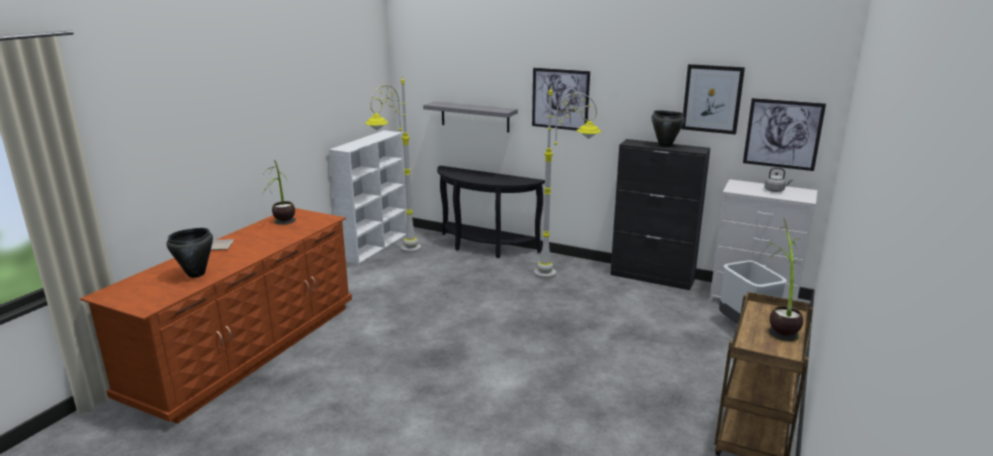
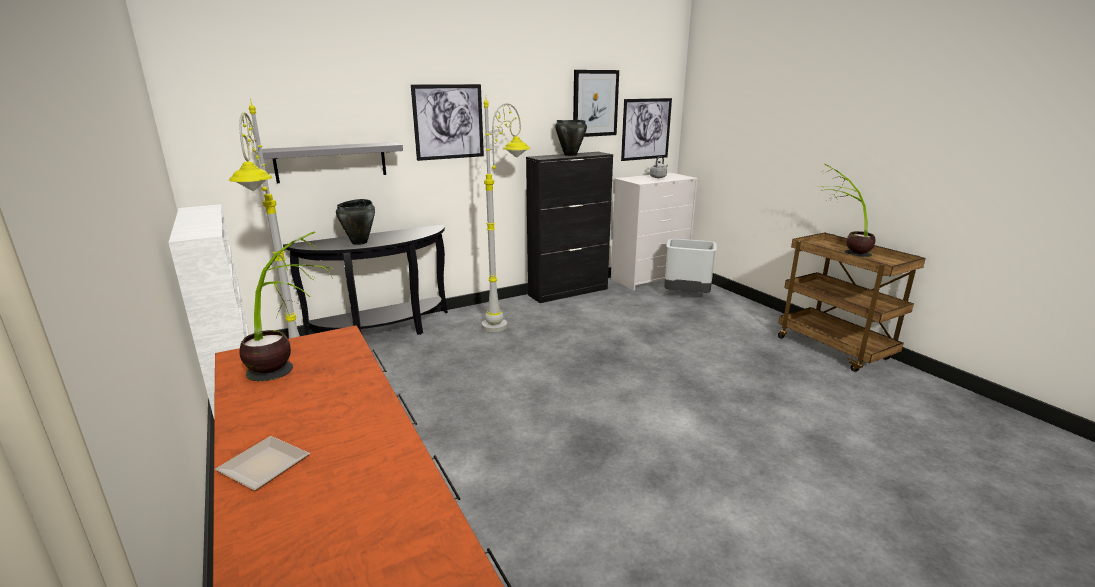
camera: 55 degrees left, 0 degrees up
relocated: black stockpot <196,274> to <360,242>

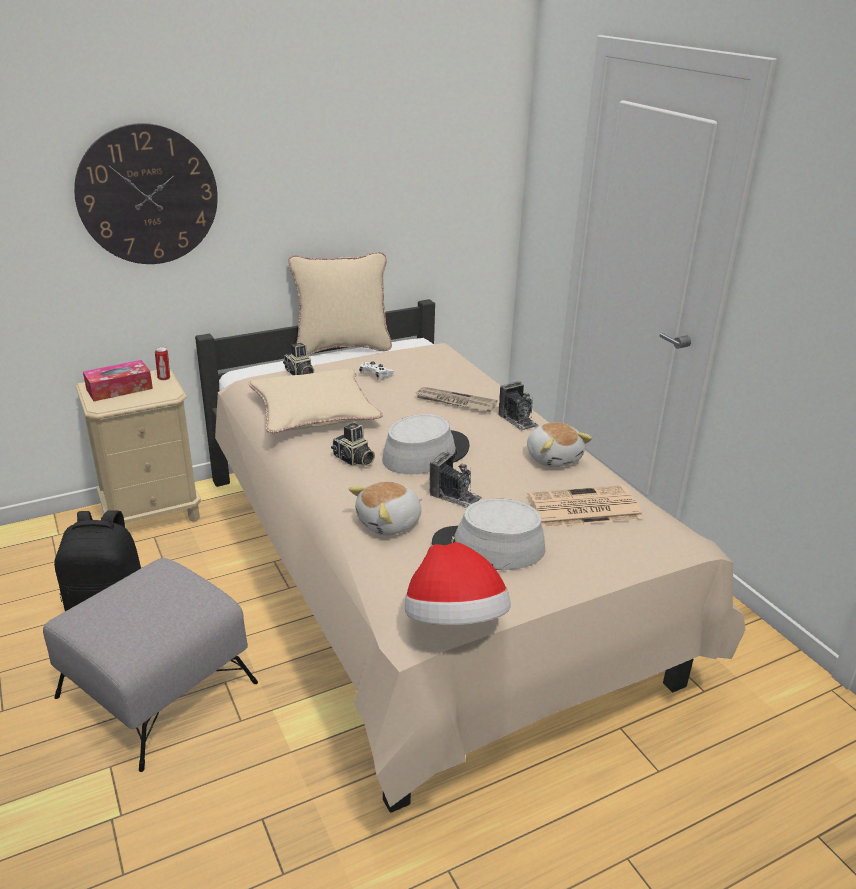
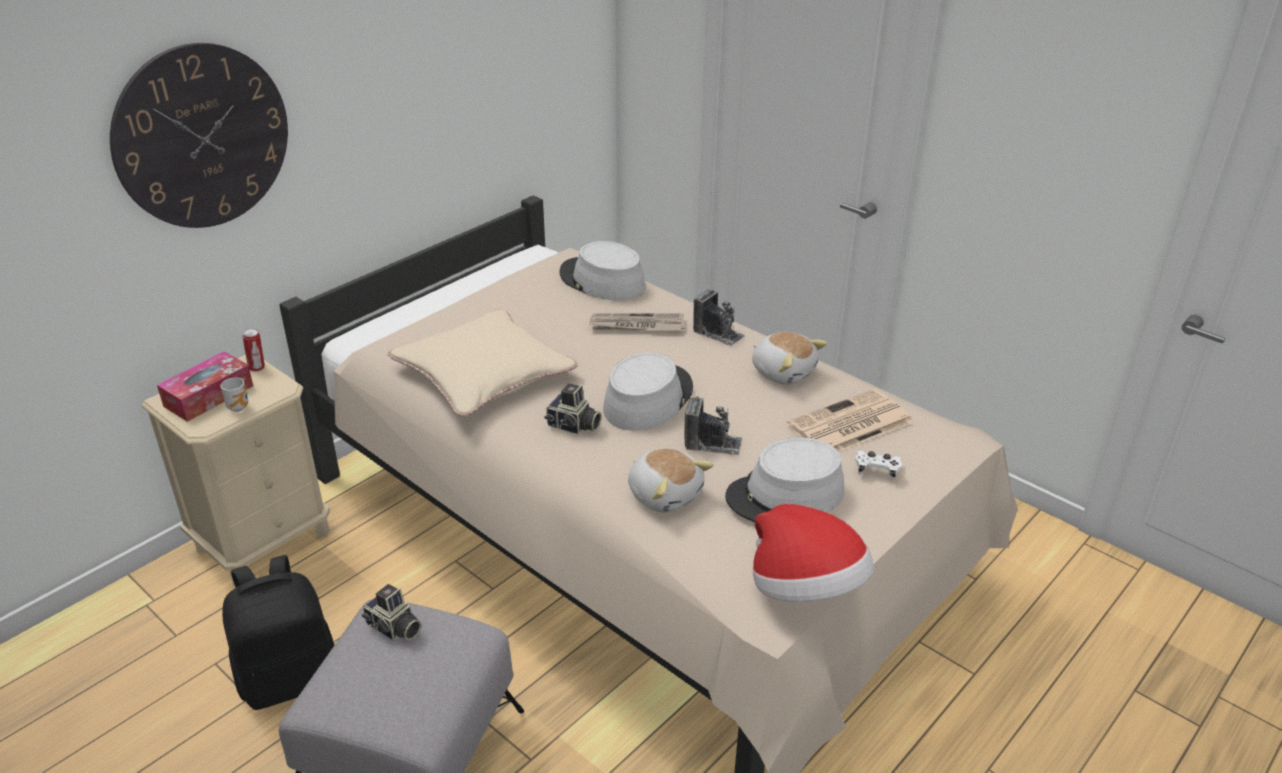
camera: 20 degrees left, 5 degrees up
missing: sand-coloured throw pillow <342,347>
appeared: mug <240,407>; gray hat <602,281>
relocated: still camera <299,374> to <394,628>; white game controller <376,375> to <876,471>
spun: cuddly toy <390,523> = <665,494> 75 degrees counterclockwise

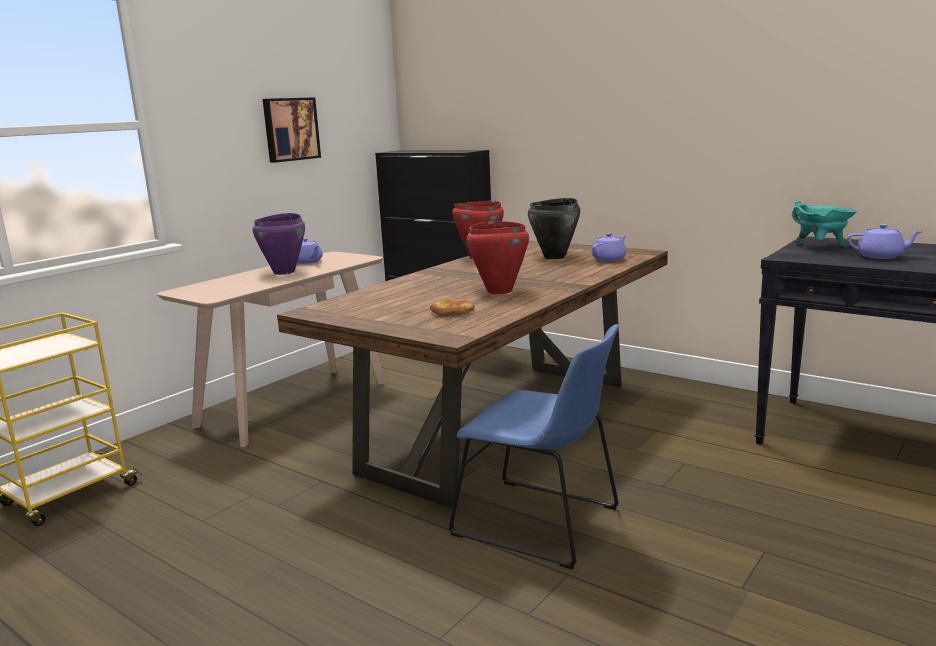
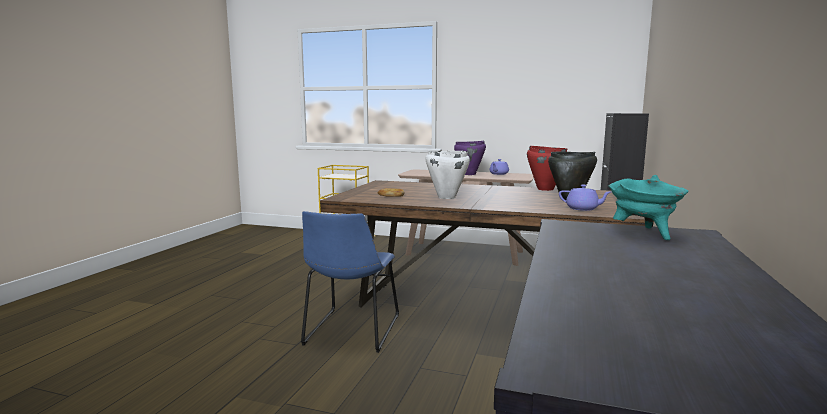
camera: 70 degrees right, 5 degrees down
missing: wall art <290,129>; purplish pot for tea <881,256>
colour: red-coloured stockpot <499,291> to white stockpot <446,197>

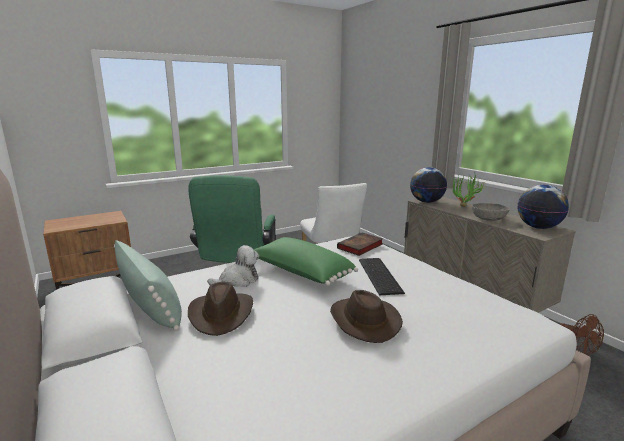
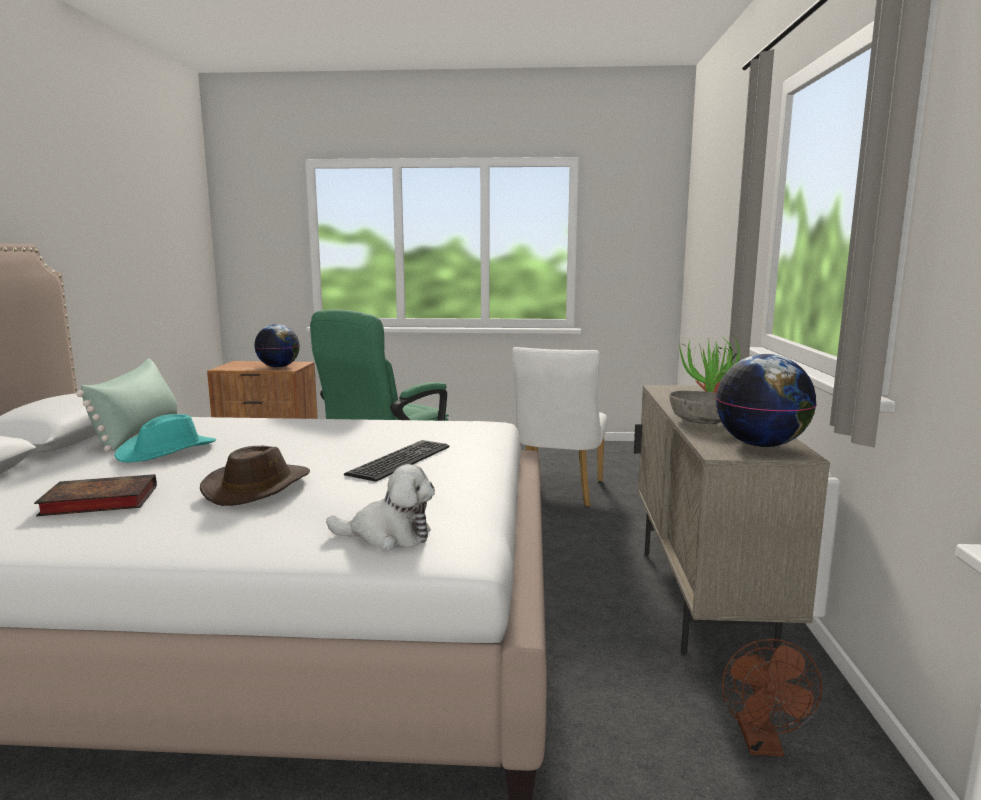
camera: 35 degrees right, 5 degrees down
missing: greenish throw pillow <300,273>
relocated: cuddly toy <238,280> to <388,536>; book <360,247> to <96,502>; world globe <426,202> to <278,367>
colour: brownish hat <221,314> to turquoise-coloured hat <167,451>

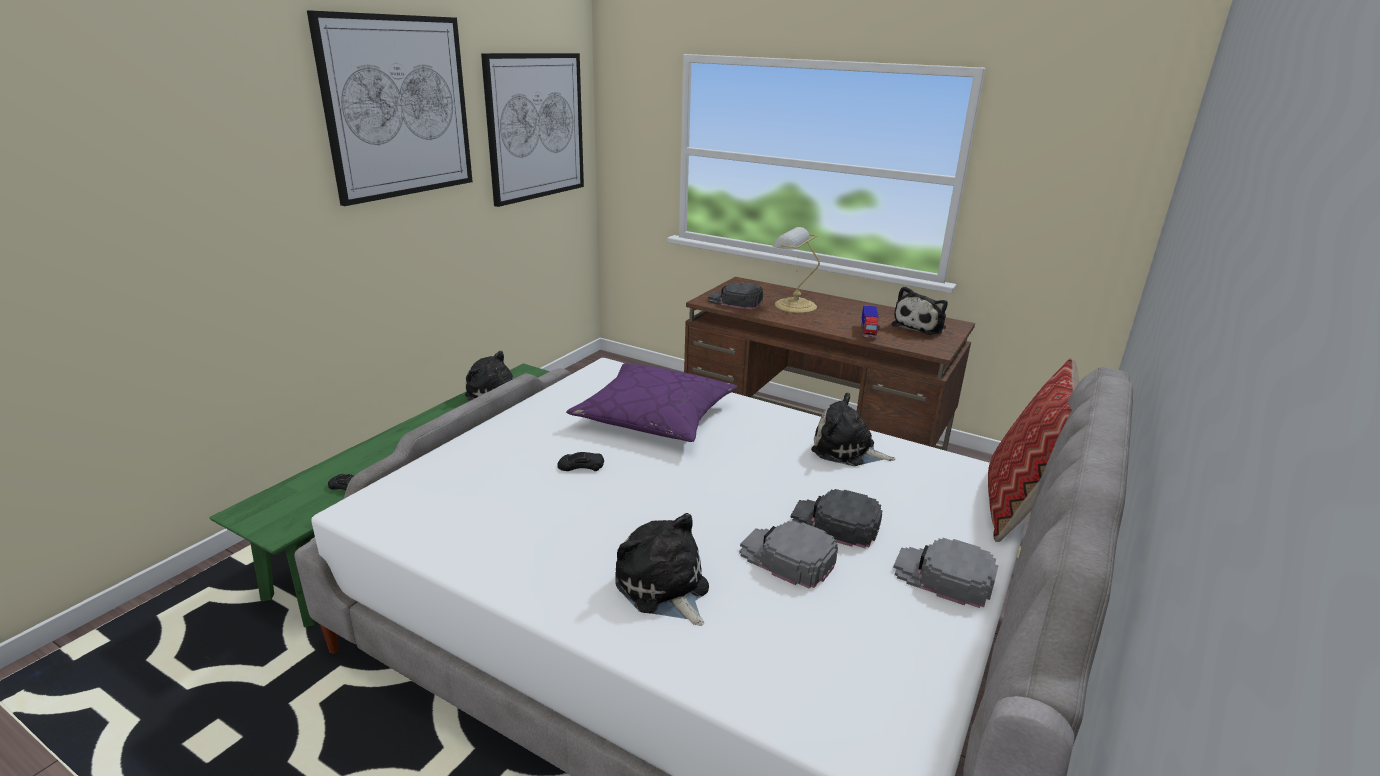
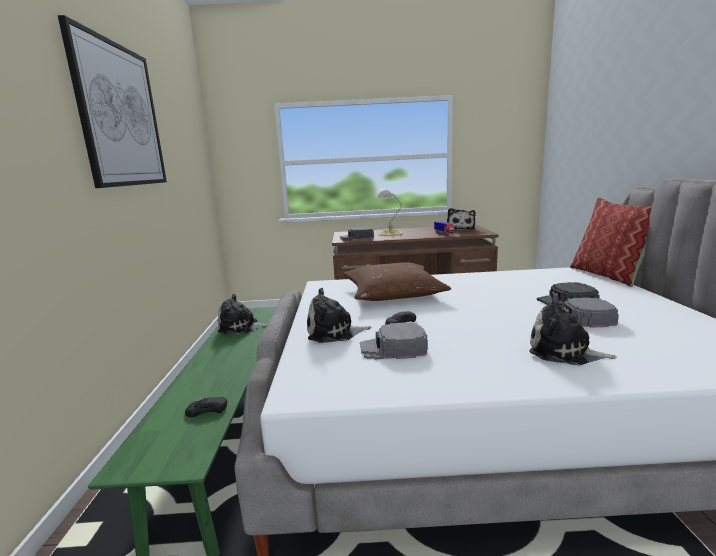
camera: 30 degrees left, 10 degrees down
missing: wall art <536,127>
relocated: cuddly toy <847,450> to <334,332>; gray cap <943,576> to <393,348>
colour: purplish throw pillow <654,416> to brownish throw pillow <393,293>

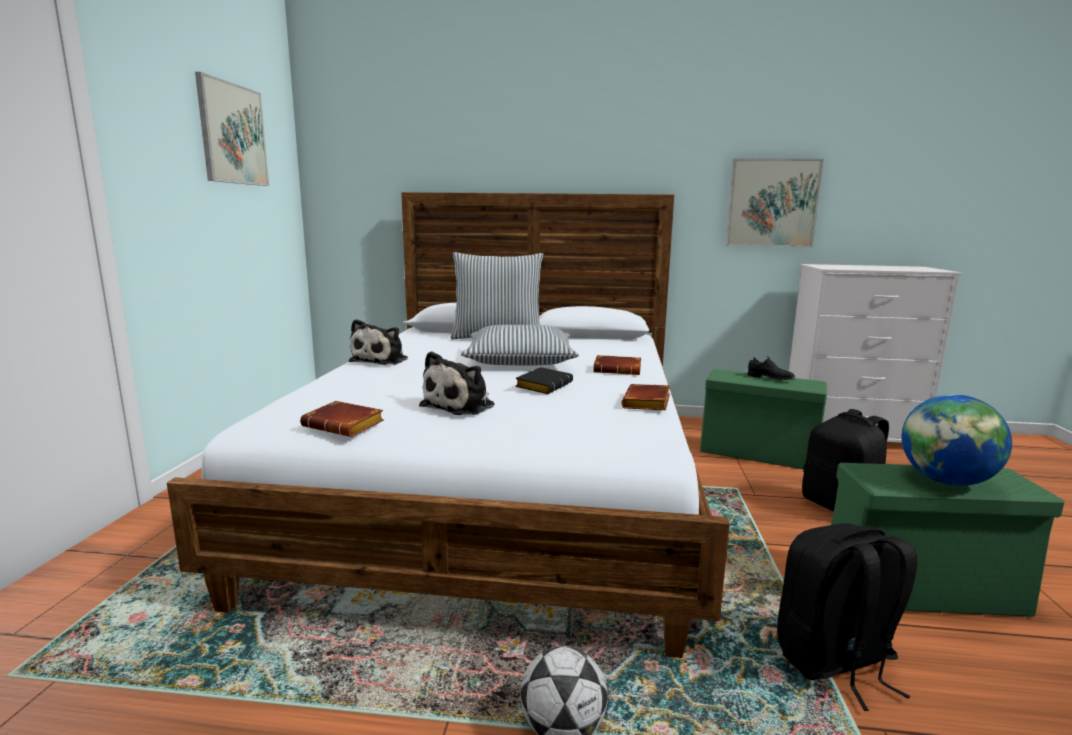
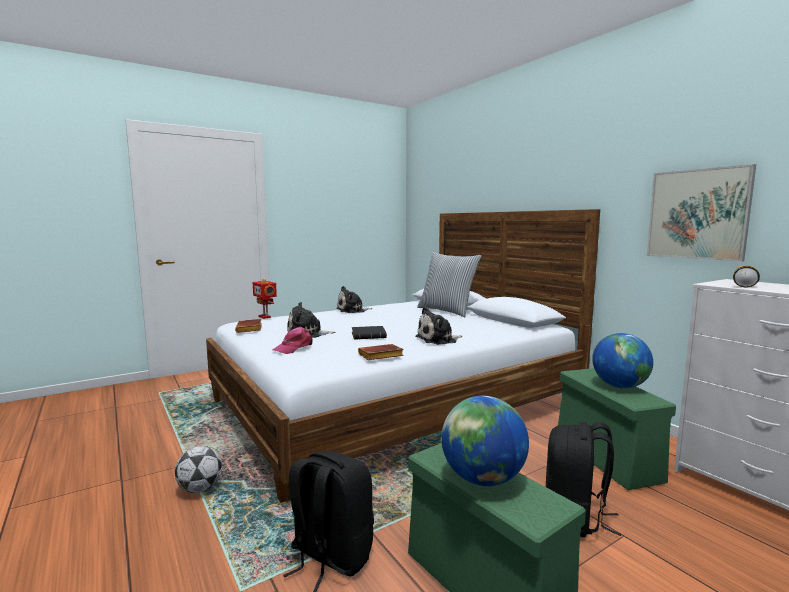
camera: 50 degrees right, 5 degrees down
missing: wall art <233,134>; throw pillow <520,360>
appeared: robot figure <265,317>; pinkish cap <294,348>; hand torch <744,284>
exchanged: brownish book <618,370> to cuddly toy <438,340>; black shoe <770,378> to world globe <619,386>

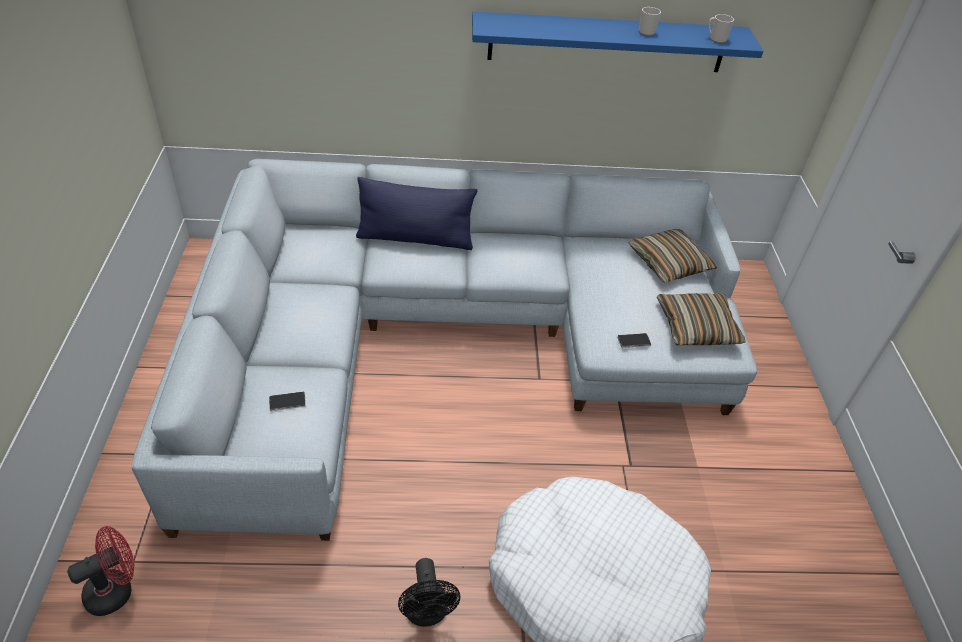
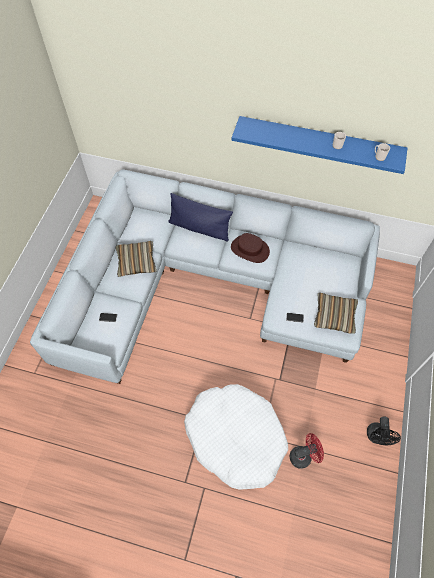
camera: 20 degrees right, 15 degrees up
appeared: brownish hat <249,250>
relocated: red-coloured electric fan <116,590> to <303,456>; black electric fan <427,613> to <377,437>; throw pillow <669,263> to <136,262>

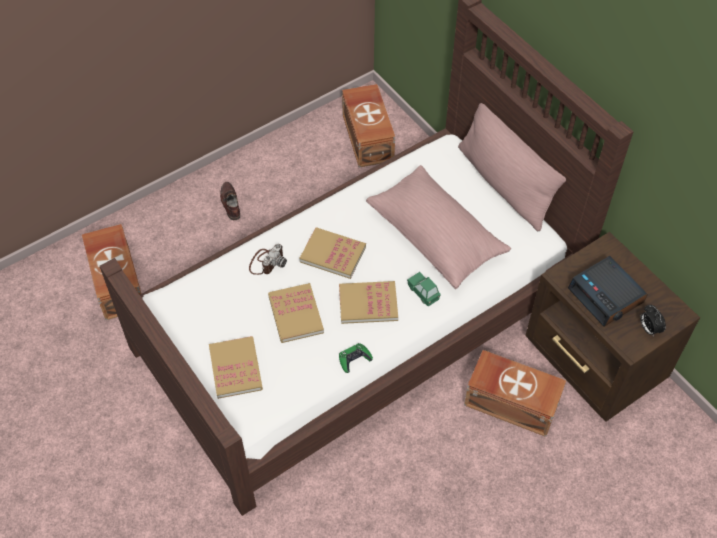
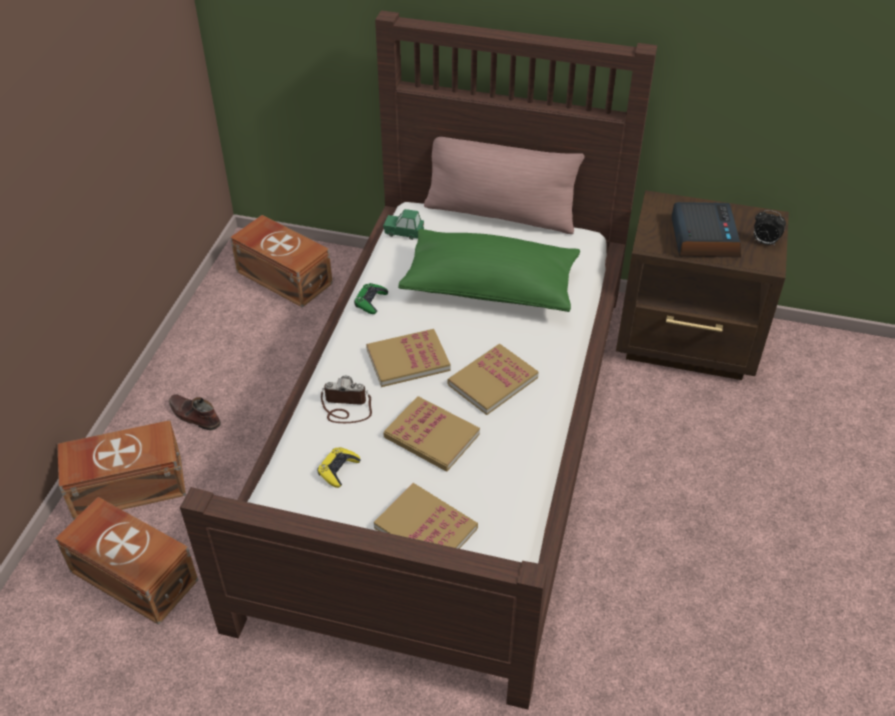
camera: 40 degrees left, 10 degrees down
appeared: yellowish game controller <338,469>
relocated: greenish game controller <354,359> to <371,301>; greenish toy car <423,292> to <403,232>; brownish storage bin <510,401> to <126,485>
colour: pinkish throw pillow <436,237> to greenish throw pillow <490,288>
spun: still camera <267,262> = <346,408> 75 degrees counterclockwise; table clock <606,296> = <703,237> 105 degrees counterclockwise

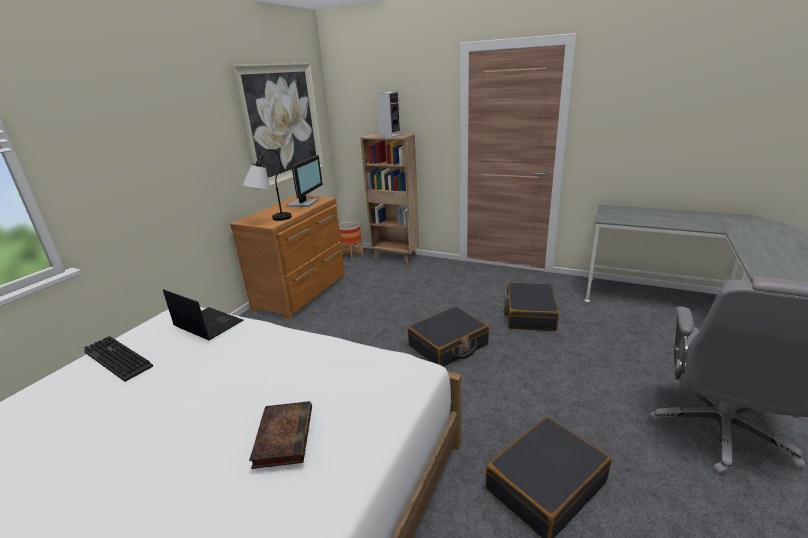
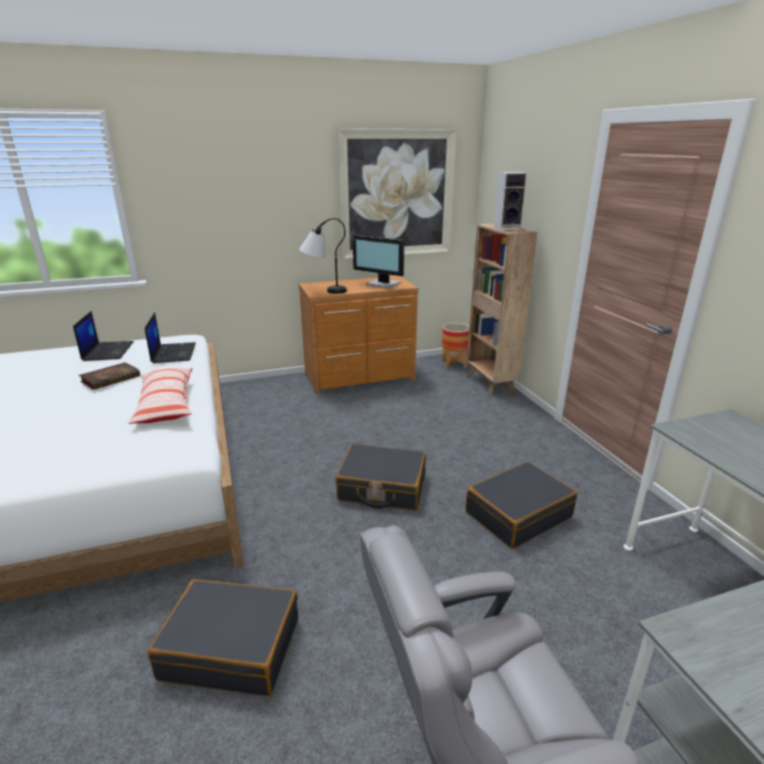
camera: 45 degrees right, 0 degrees up
appeared: throw pillow <166,404>
relocated: book <283,435> to <112,378>
exchanged: PC keyboard <115,360> to portable computer <108,351>
spun: monitor <304,203> = <383,284> 60 degrees clockwise

